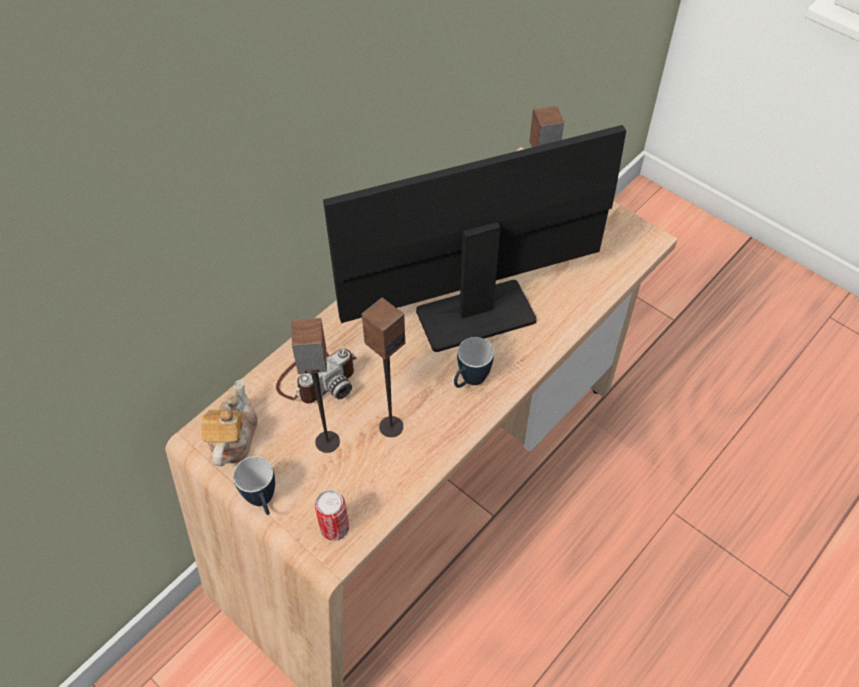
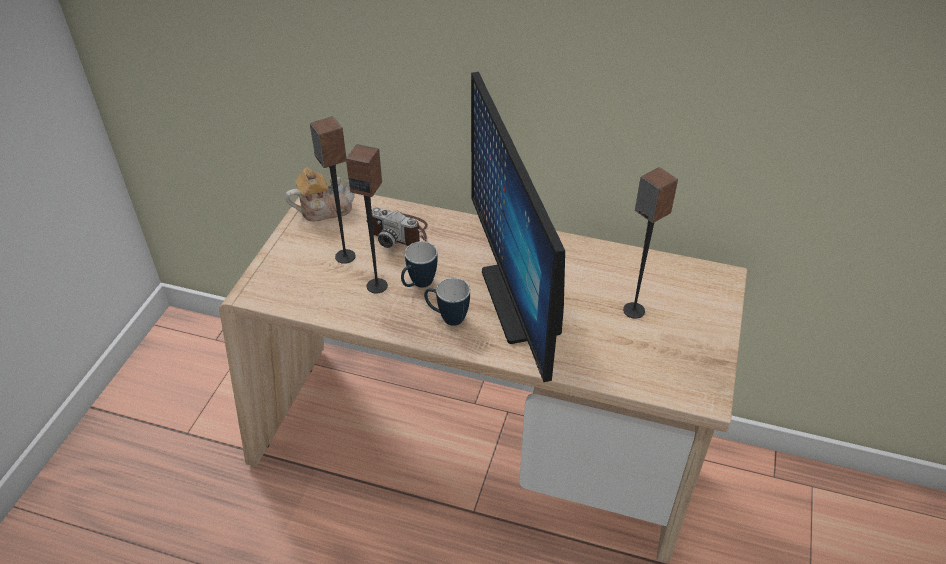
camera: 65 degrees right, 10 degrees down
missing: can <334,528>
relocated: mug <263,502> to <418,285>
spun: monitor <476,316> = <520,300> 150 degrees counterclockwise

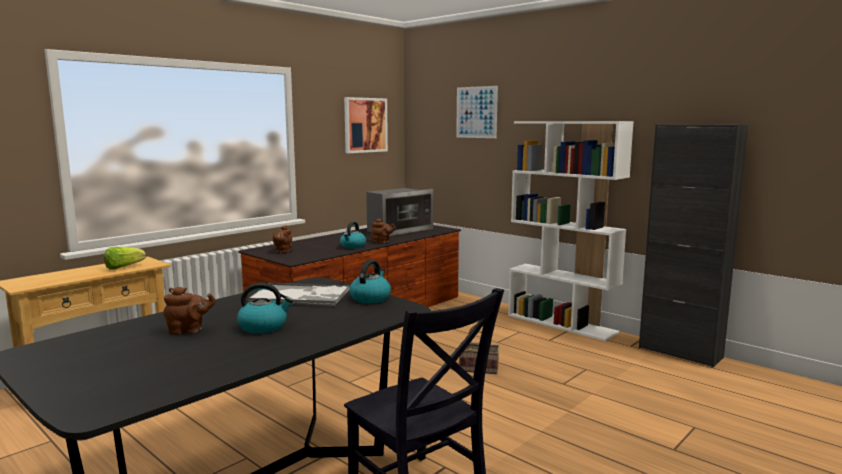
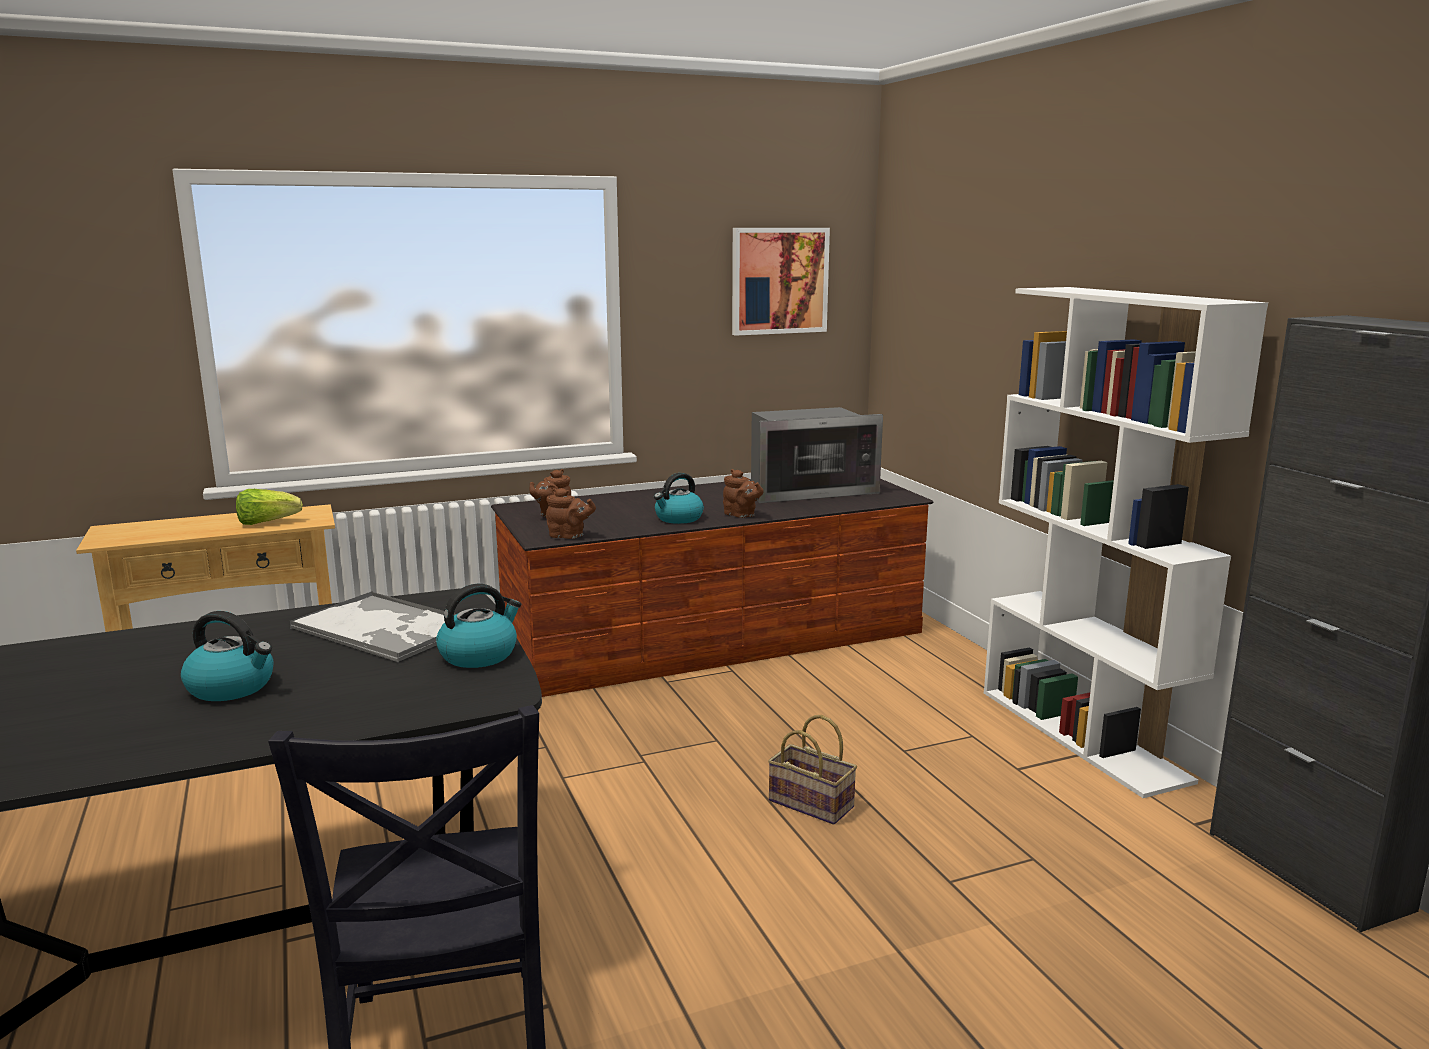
camera: 25 degrees right, 5 degrees up
missing: wall art <476,112>
relocated: brownish pot for tea <189,331> to <569,536>

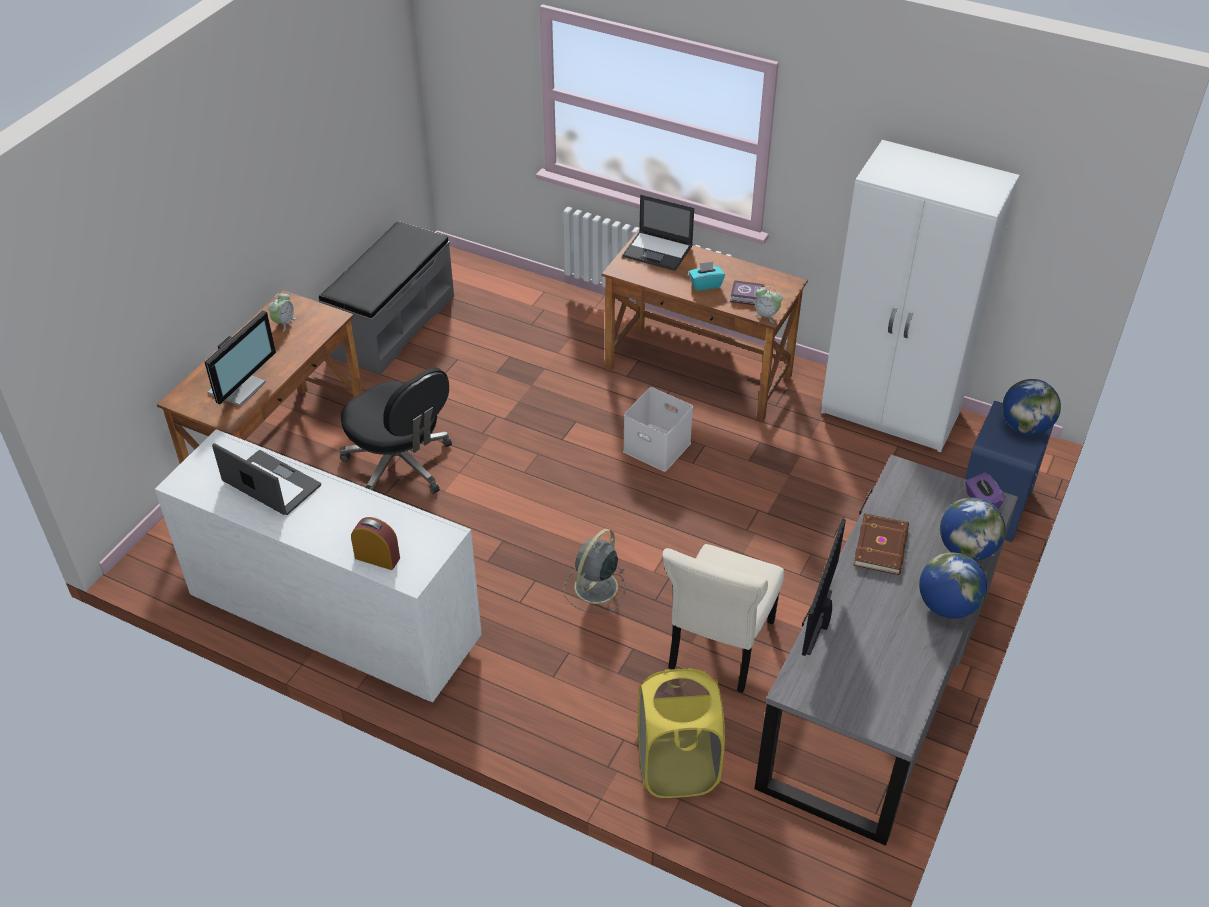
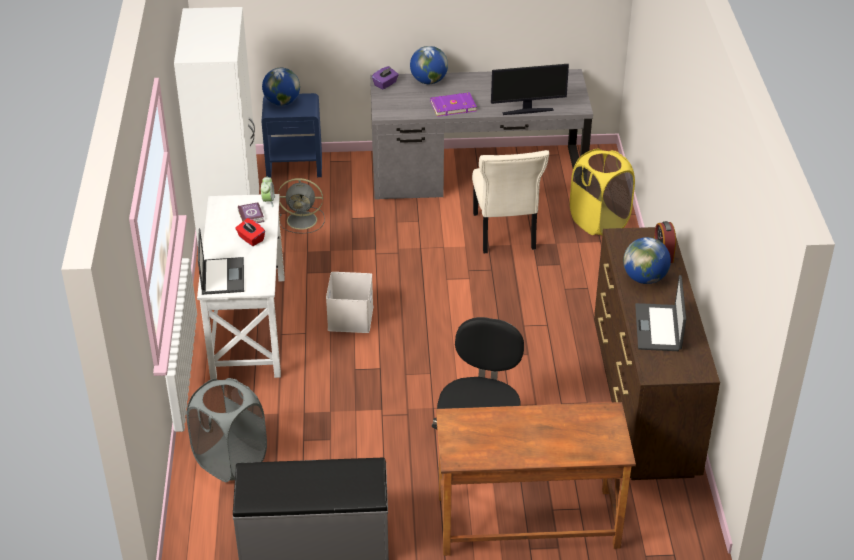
camera: 120 degrees left, 5 degrees down
missing: monitor <239,388>; table clock <284,323>
appeared: gray laundry basket <230,461>
relocated: gray electric fan <595,588> to <303,220>; world globe <947,606> to <644,278>
colour: white chest of drawers <335,621> to brownish chest of drawers <643,401>; brownish desk <698,372> to white desk <248,326>; turquoise-coloured tissue holder <705,284> to red-coloured tissue holder <250,239>; brownish book <882,546> to purplish book <452,106>
spun: sand-coloured plain chair <719,648> = <504,233> 90 degrees clockwise

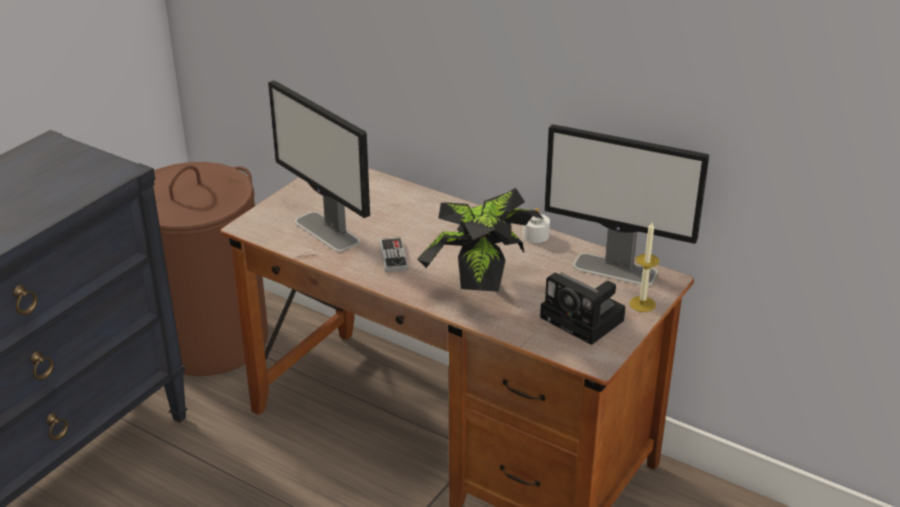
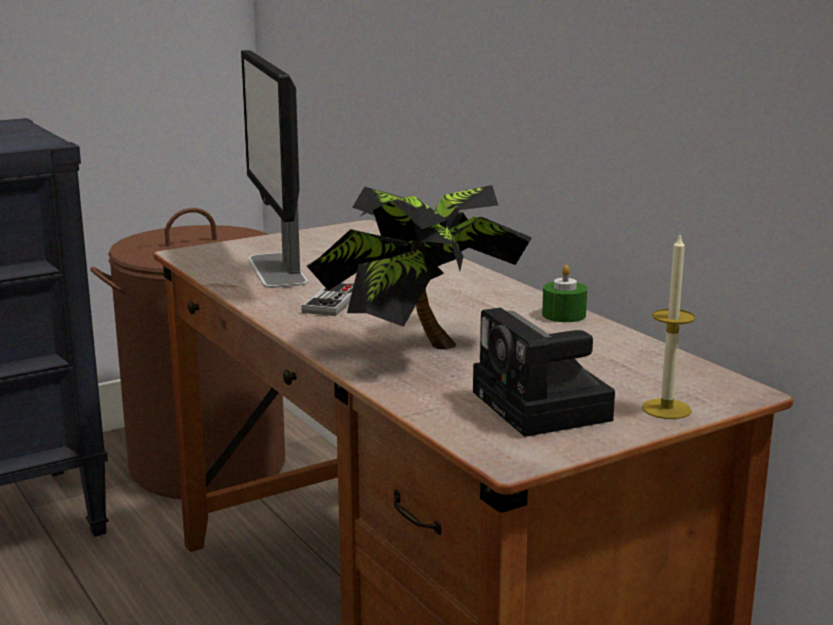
camera: 25 degrees right, 15 degrees down
missing: monitor <616,269>
colour: white wax candle <535,235> to greenish wax candle <564,315>

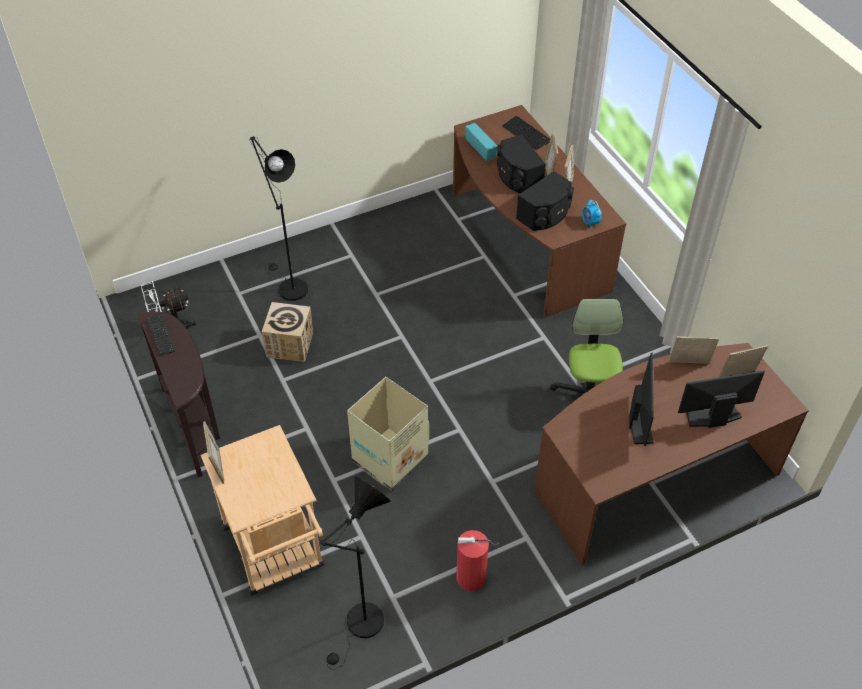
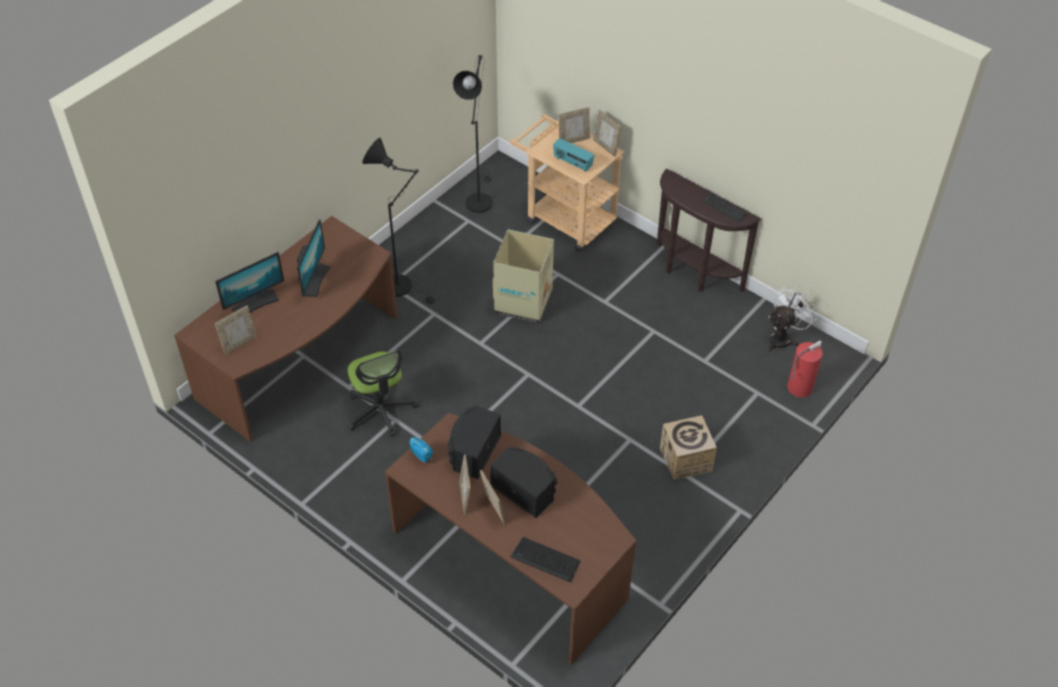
camera: 155 degrees right, 0 degrees up
relocated: black standing lamp <289,287> to <403,287>; cardboard box <290,344> to <685,459>; fire extinguisher <472,577> to <798,388>; radio set <481,150> to <572,163>; photo frame <689,364> to <573,140>
spun: monitor <640,422> = <314,280> 150 degrees counterclockwise

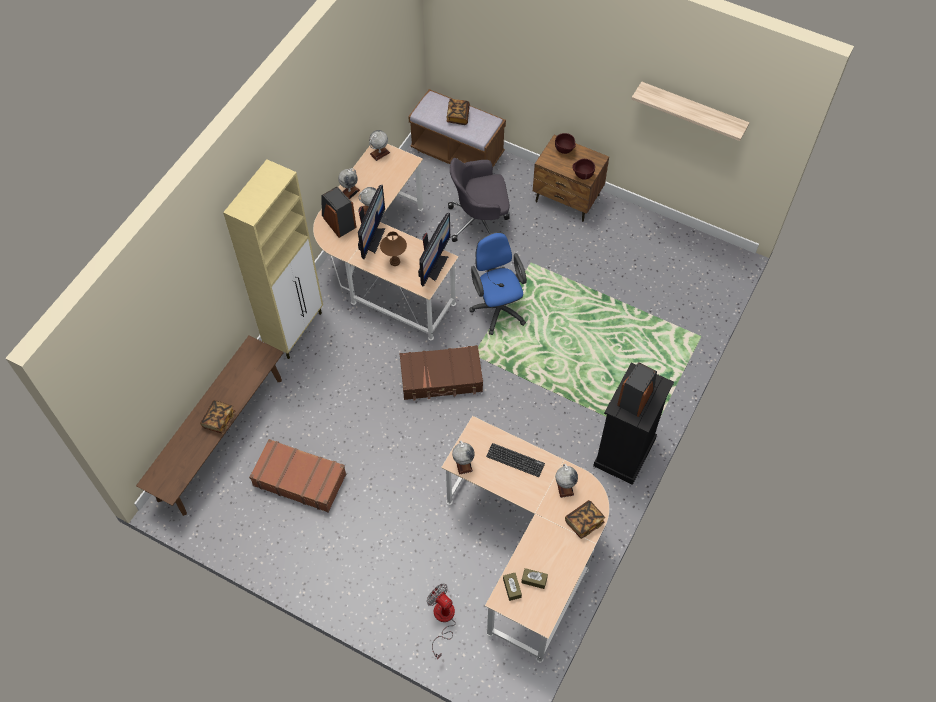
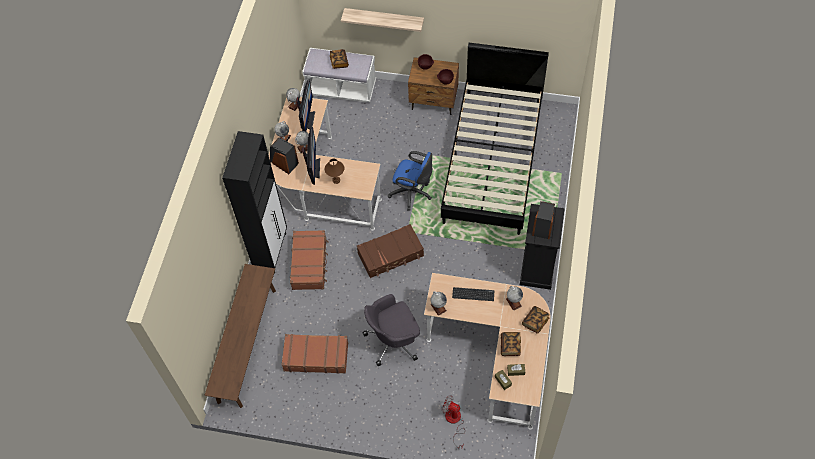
camera: 15 degrees left, 0 degrees up
appeared: brownish travel case <309,263>; black bedroom bed <493,161>
relocated: book <219,420> to <510,346>; monitor <434,266> to <307,120>; gray computer chair <479,221> to <393,340>; bracket shelf <692,110> to <384,19>
colour: sand-coloured storage cabinet <295,330> to black storage cabinet <271,251>; brownish bench <457,152> to white bench <341,88>
spun: blue-coloured computer chair <497,307> = <412,193> 150 degrees clockwise

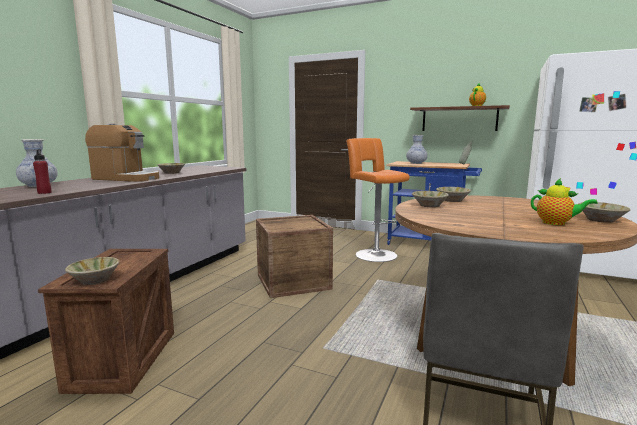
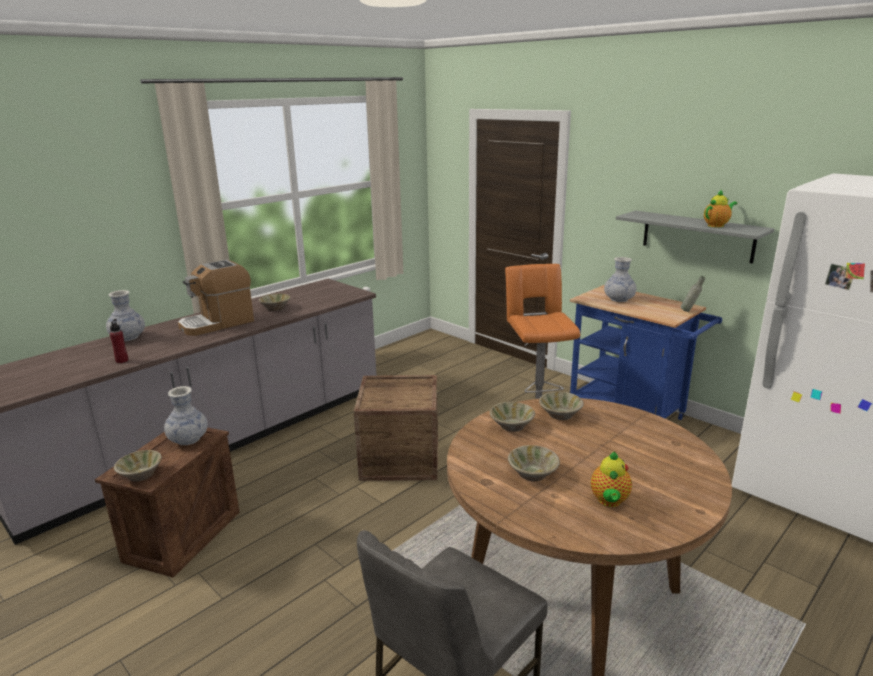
camera: 20 degrees right, 10 degrees up
appeared: decorative vase <188,439>
relocated: sand-coloured serving bowl <601,220> to <532,474>
colour: brownish bracket shelf <459,119> to gray bracket shelf <697,236>
spun: coffee maker <126,178> = <217,323> 105 degrees clockwise; pot for tea <556,223> = <609,501> 45 degrees clockwise

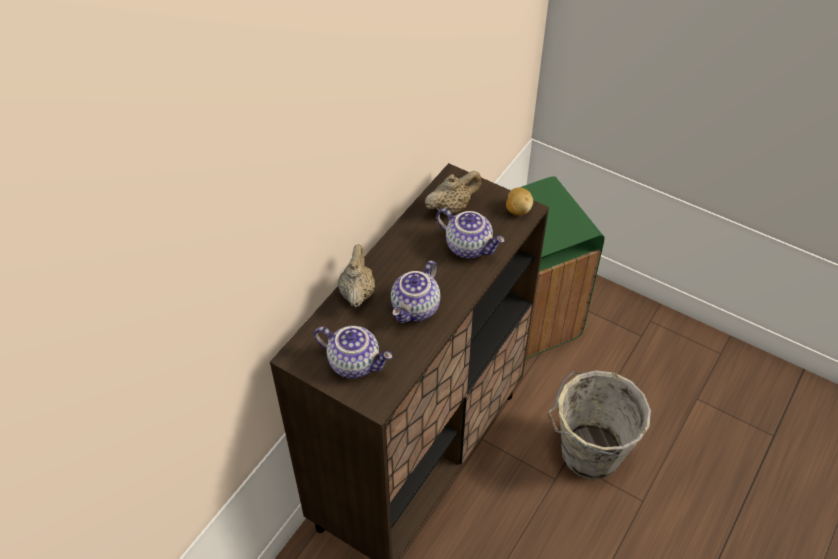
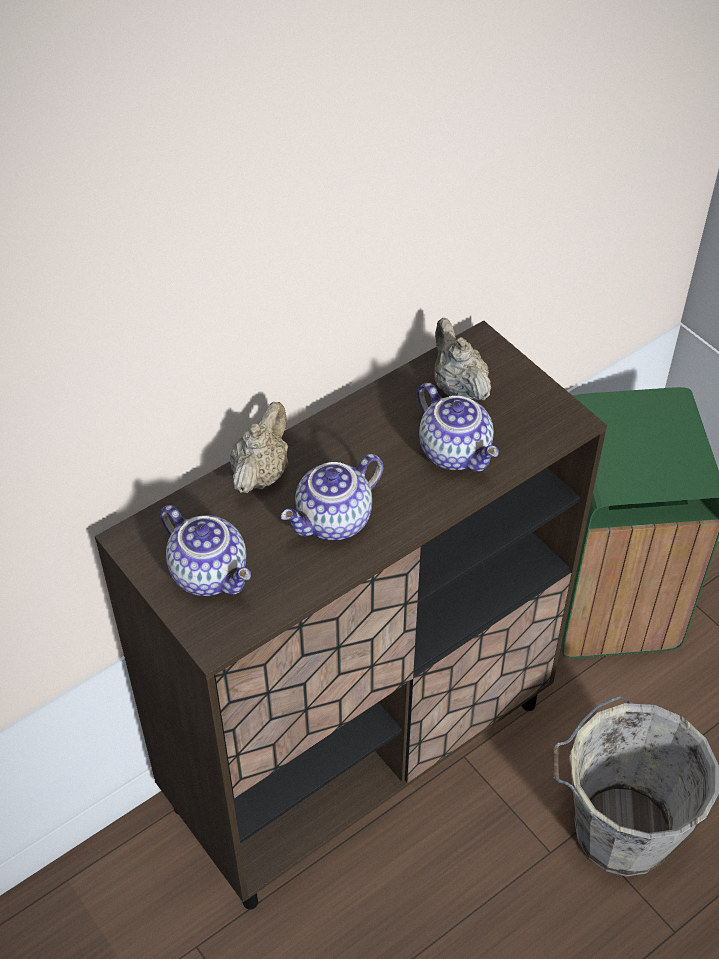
camera: 20 degrees right, 0 degrees up
missing: potato <517,210>
spun: sand-coloured pot for tea <452,207> = <458,387> 105 degrees counterclockwise

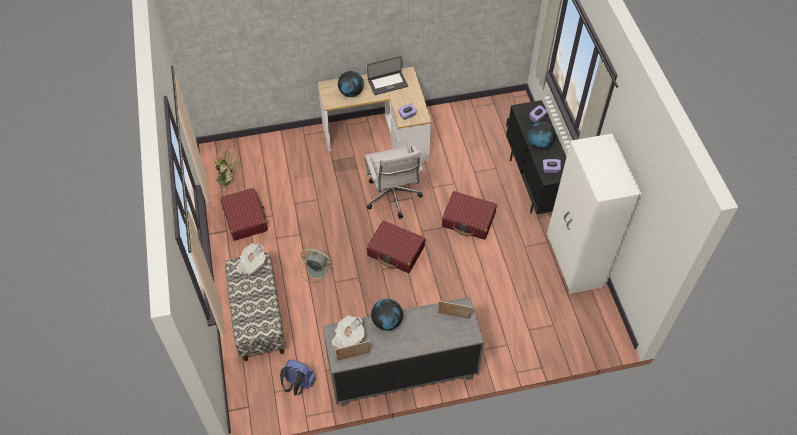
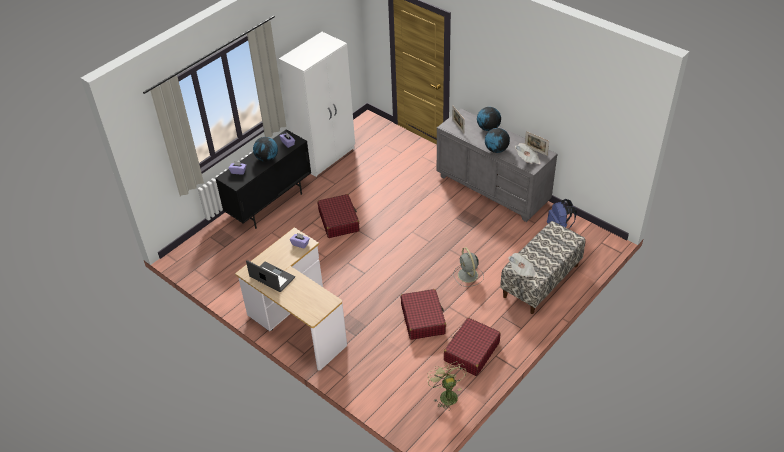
camera: 125 degrees left, 10 degrees down
missing: white computer chair <393,198>
relocated: world globe <351,93> to <488,128>; red-coloured travel case <396,251> to <423,319>

